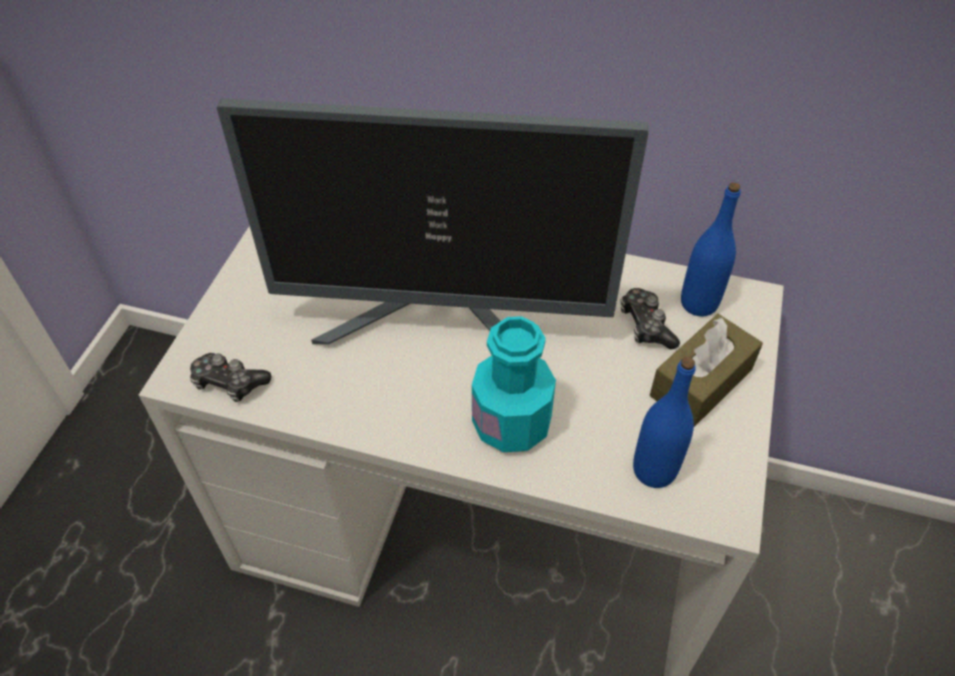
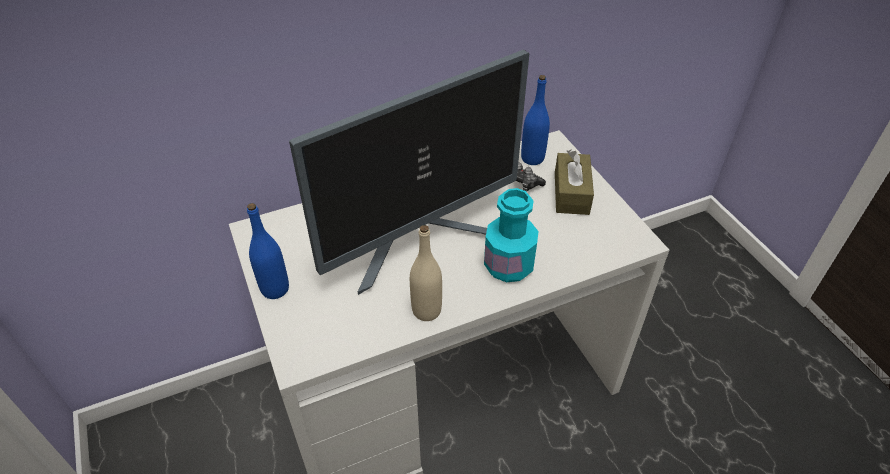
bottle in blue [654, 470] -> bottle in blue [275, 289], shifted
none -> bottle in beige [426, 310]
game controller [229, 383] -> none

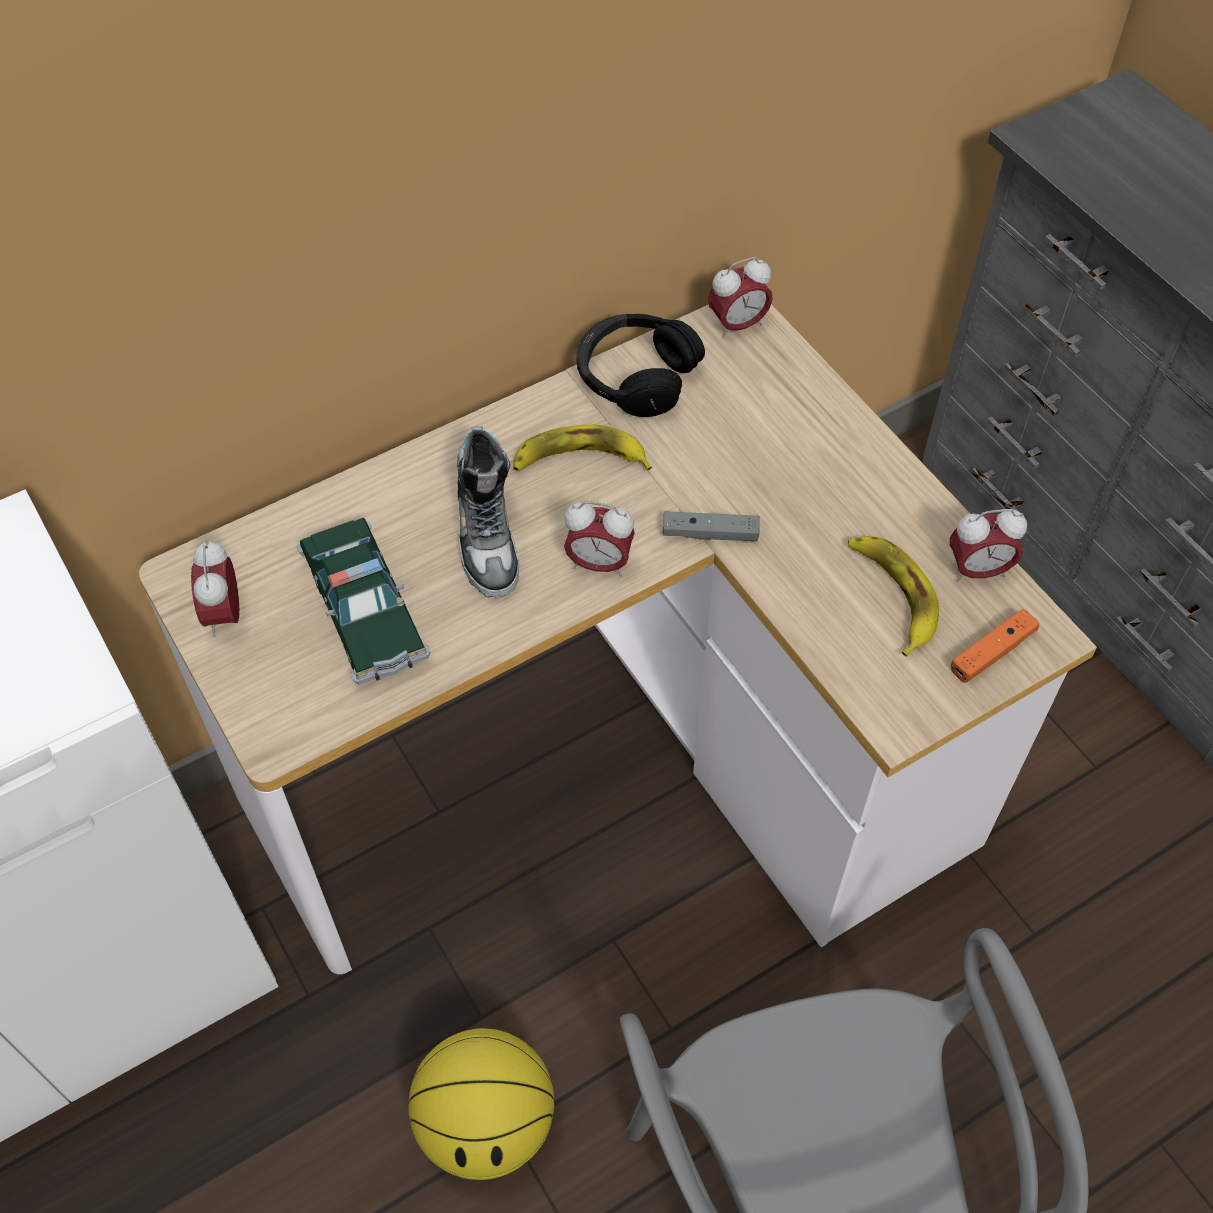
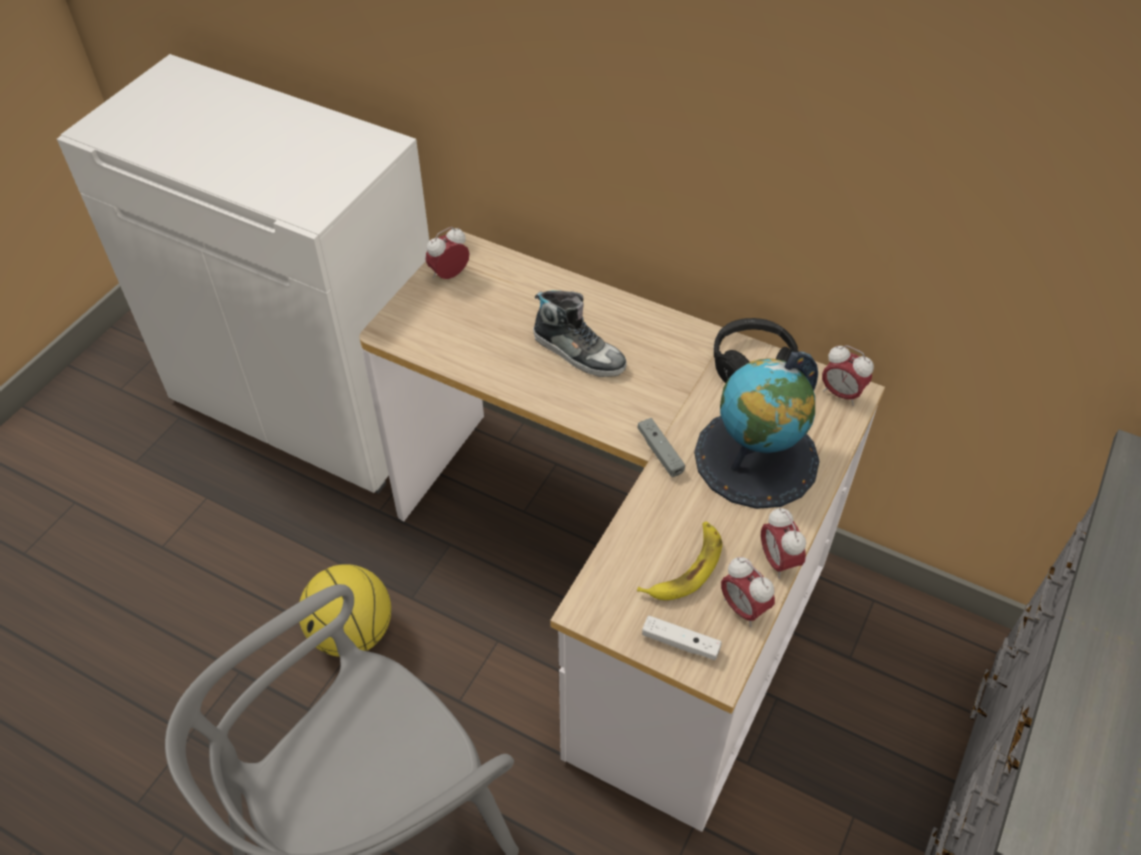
shoe [487, 535] -> shoe [579, 352], 105 degrees counterclockwise
game controller in orange [992, 652] -> game controller in white [680, 643]
none -> globe [756, 458]
alarm clock [599, 564] -> alarm clock [778, 561], shifted
toy car [364, 611] -> none
banana [579, 459] -> none

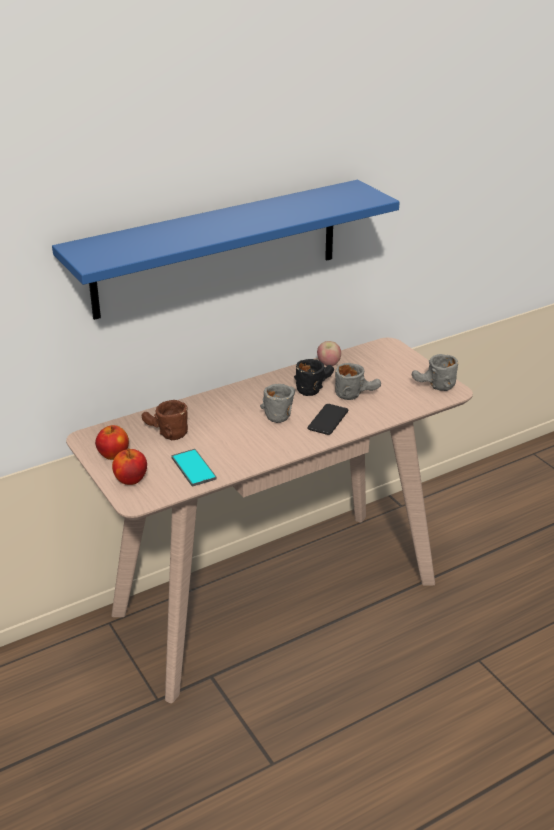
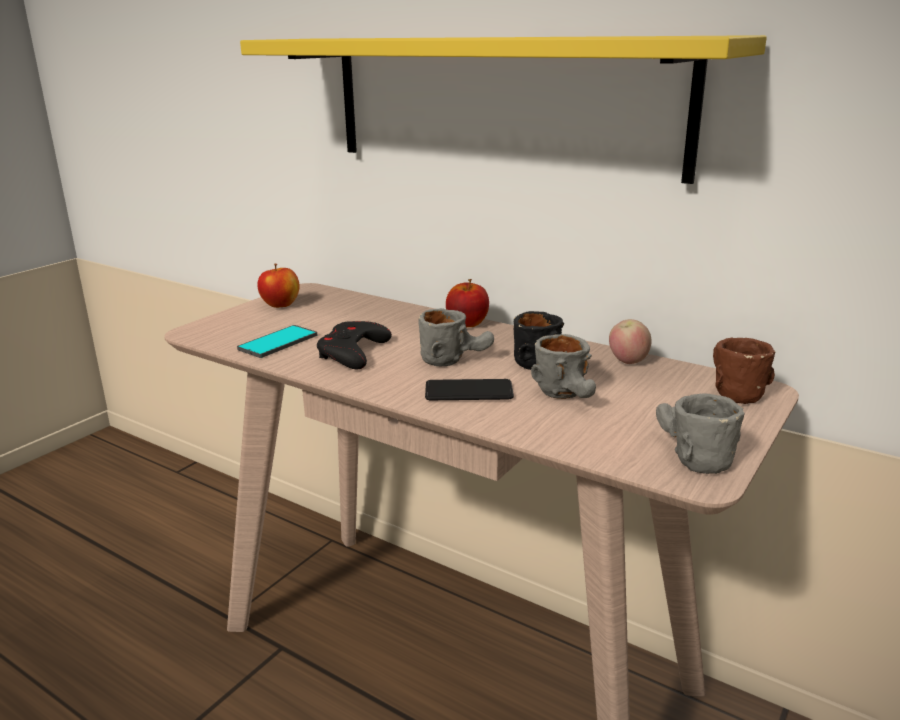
shelf in blue [217, 249] -> shelf in yellow [500, 103]
none -> game controller in black [353, 352]
apple [130, 480] -> apple [467, 324], shifted
mug in brown [164, 433] -> mug in brown [728, 389], shifted

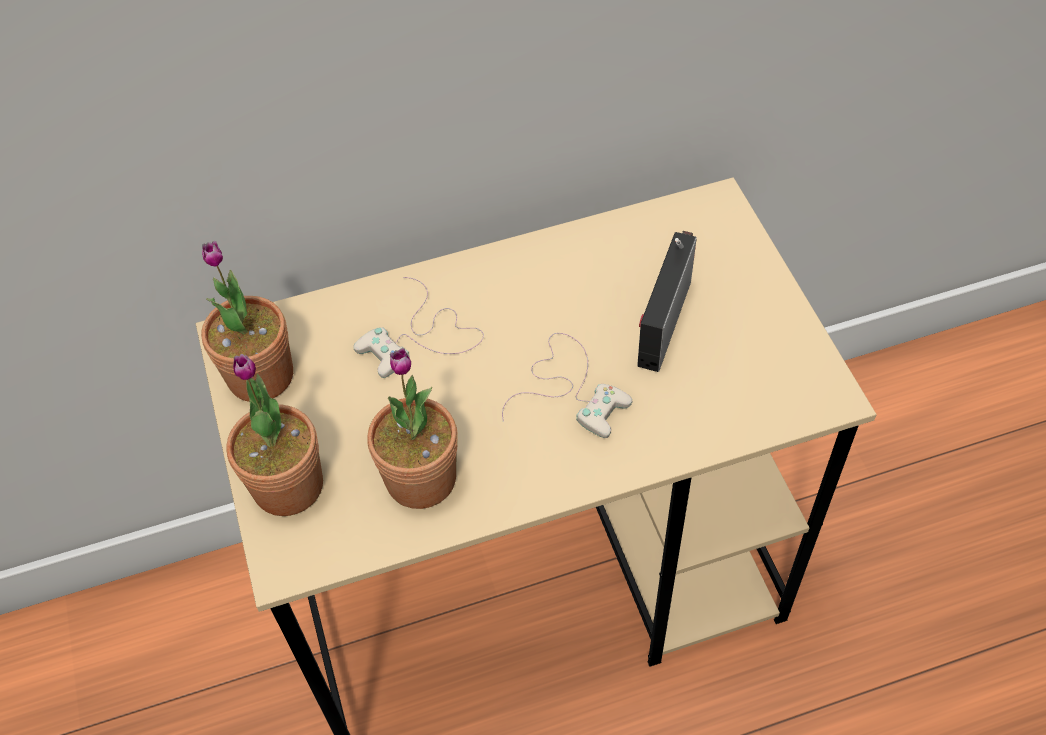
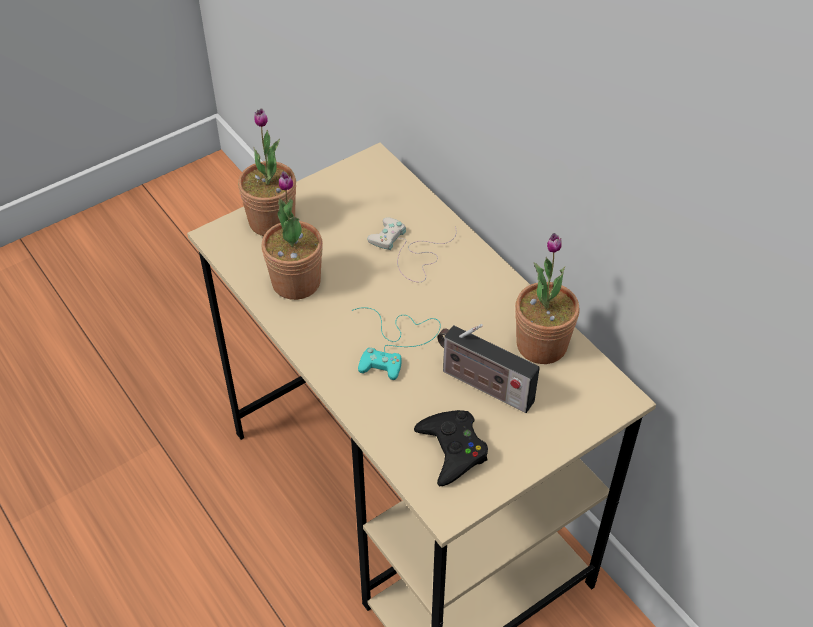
game controller in white [569, 388] -> game controller in turquoise [396, 342]
none -> game controller in black [452, 450]
radio [664, 318] -> radio [482, 385], 150 degrees counterclockwise
potted plant [260, 376] -> potted plant [541, 345], shifted

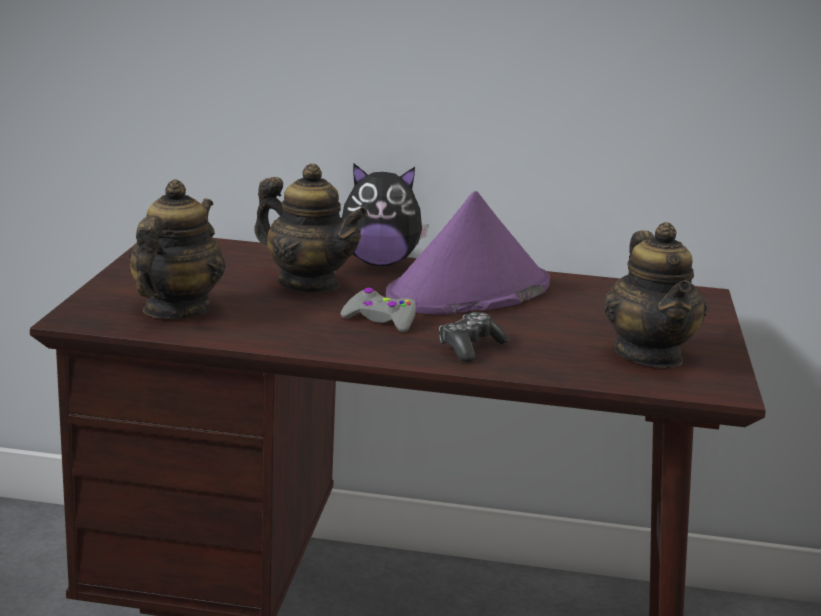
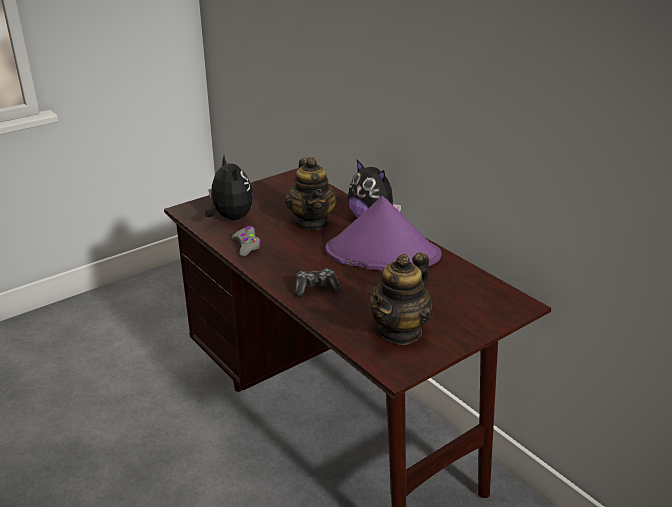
teapot [176, 309] -> plush toy [230, 218]
game controller in grey [380, 320] -> game controller in grey [247, 245], shifted

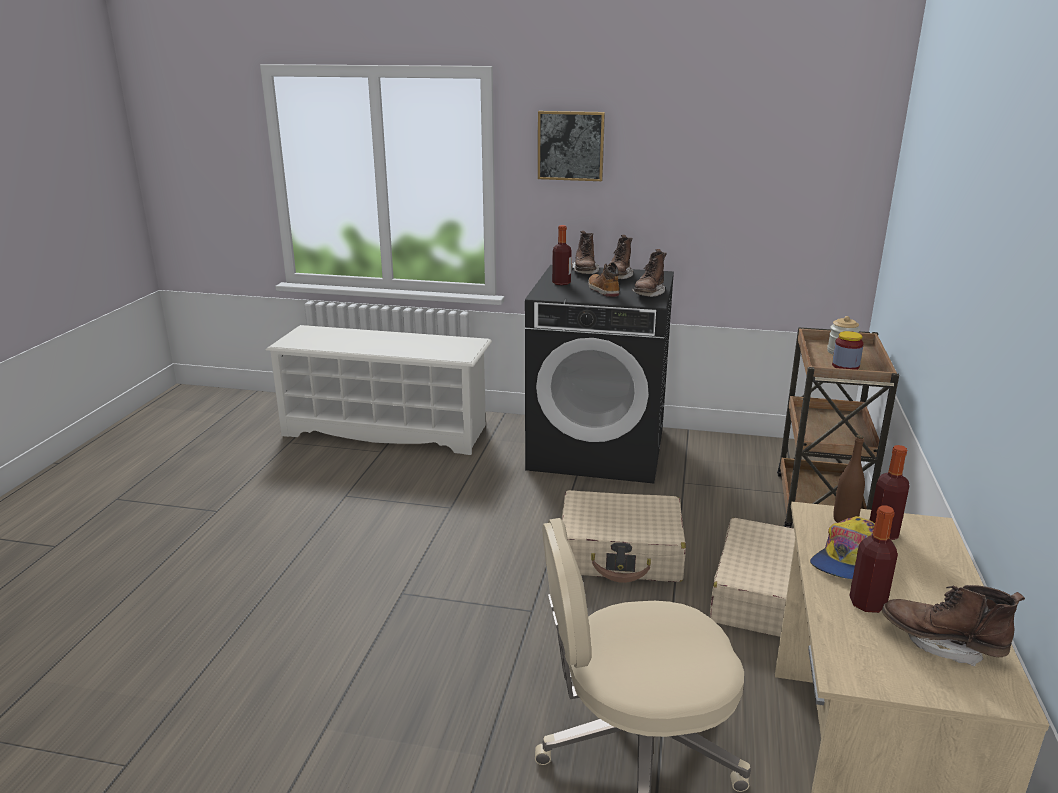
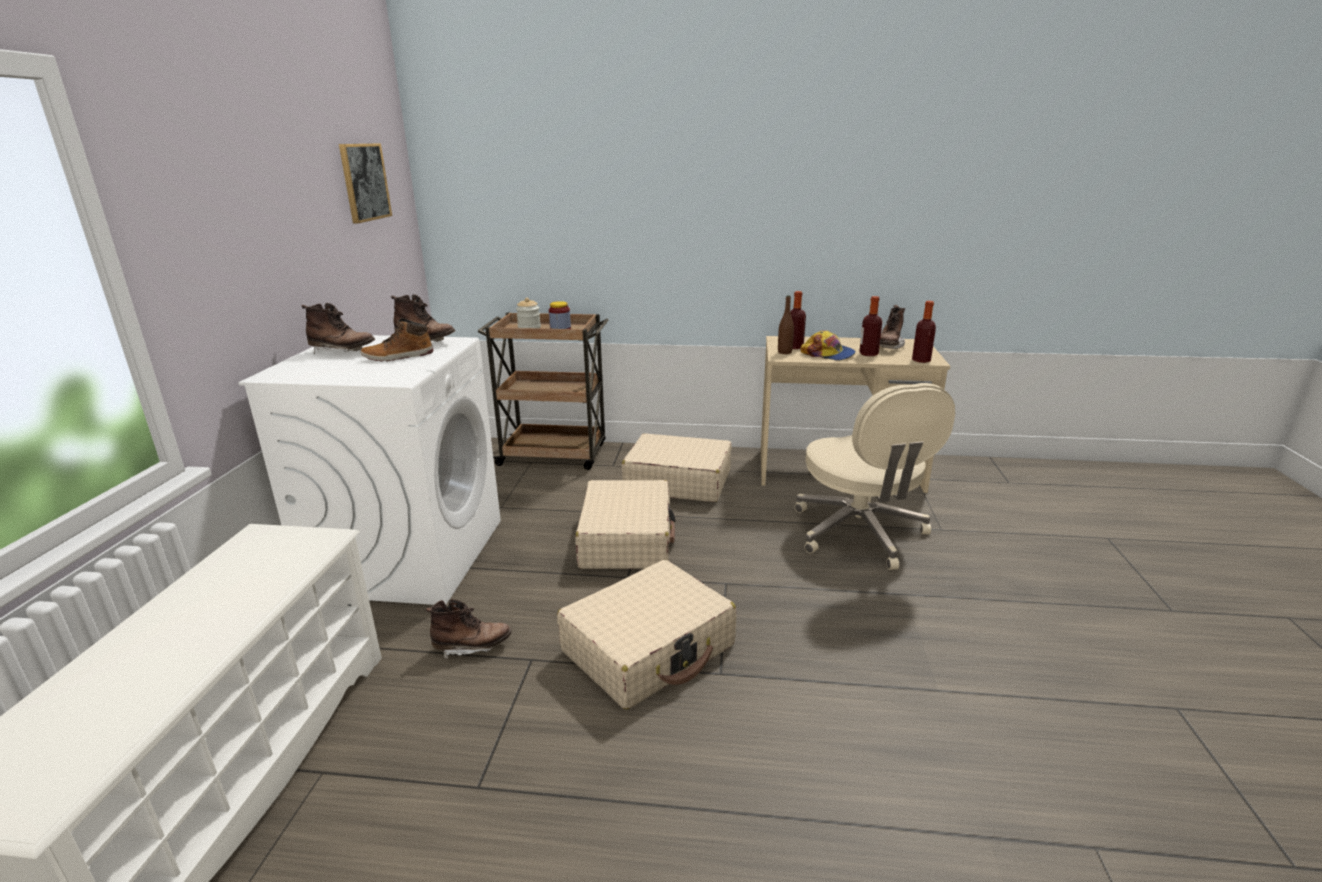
washing machine in black [598, 449] -> washing machine in white [408, 555]
picture [570, 146] -> picture [364, 182], shifted
boot in brown [585, 272] -> boot in brown [472, 647], shifted
none -> suitcase in beige [649, 648]
bottle [561, 283] -> bottle [921, 360], shifted

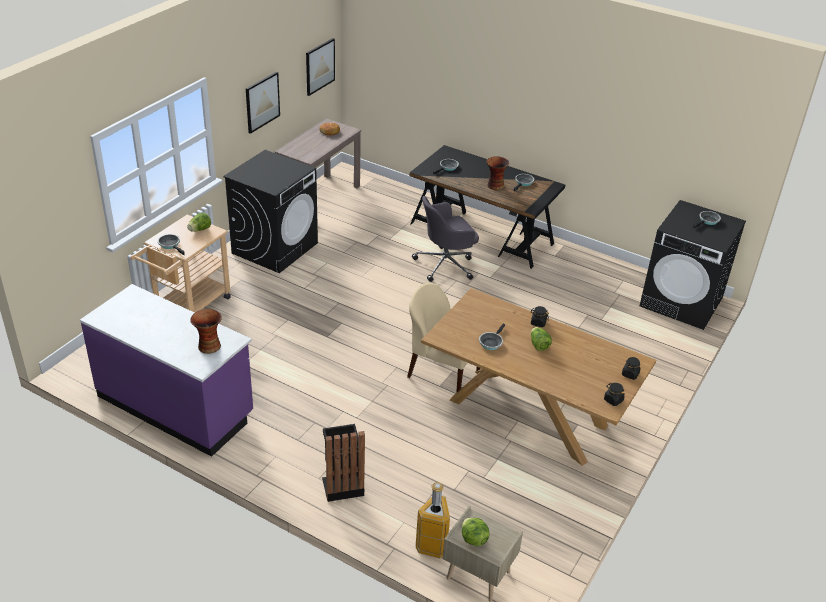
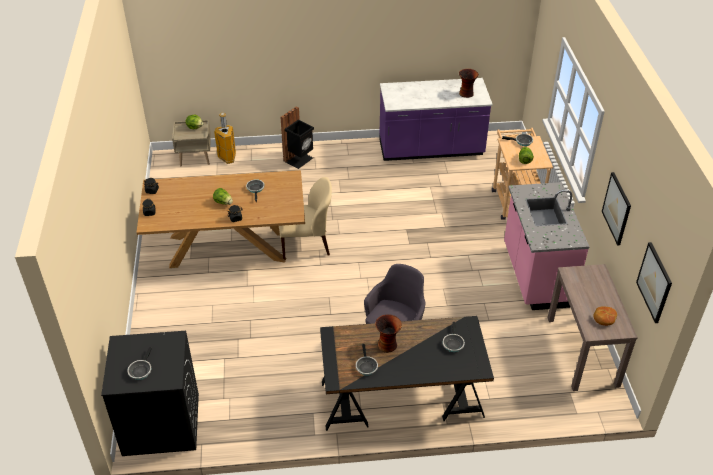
vase [208, 346] -> vase [467, 93], shifted
washing machine in black [275, 248] -> counter in pink [535, 275]

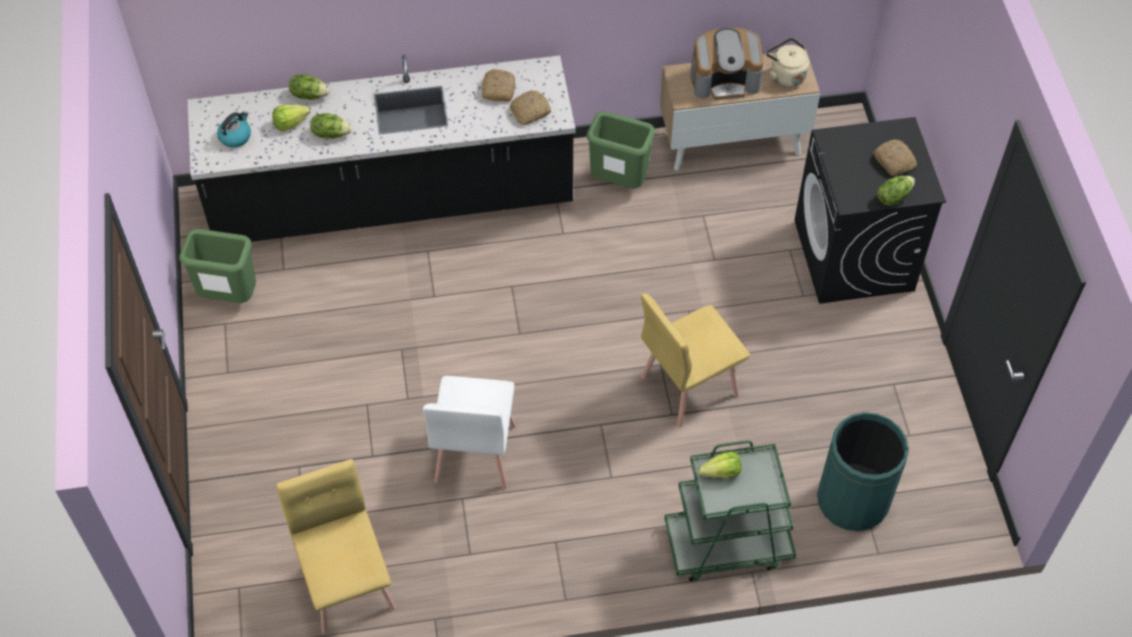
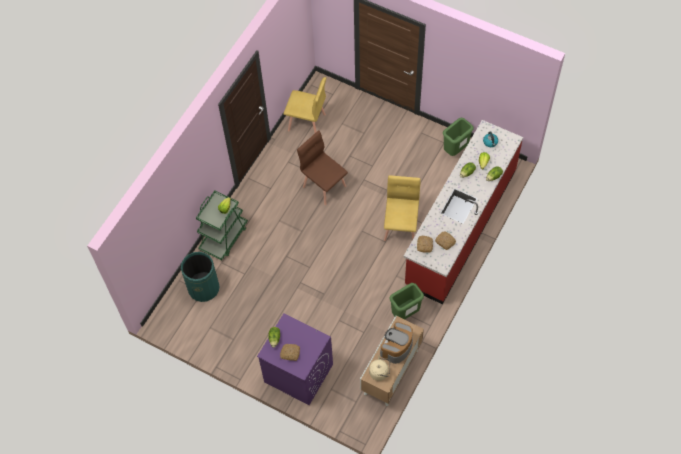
washing machine in black [854, 256] -> washing machine in purple [298, 373]
chair in white [474, 453] -> chair in brown [324, 186]
chair in yellow [688, 385] -> chair in yellow [401, 227], shifted
counter in black [392, 201] -> counter in red [460, 227]

